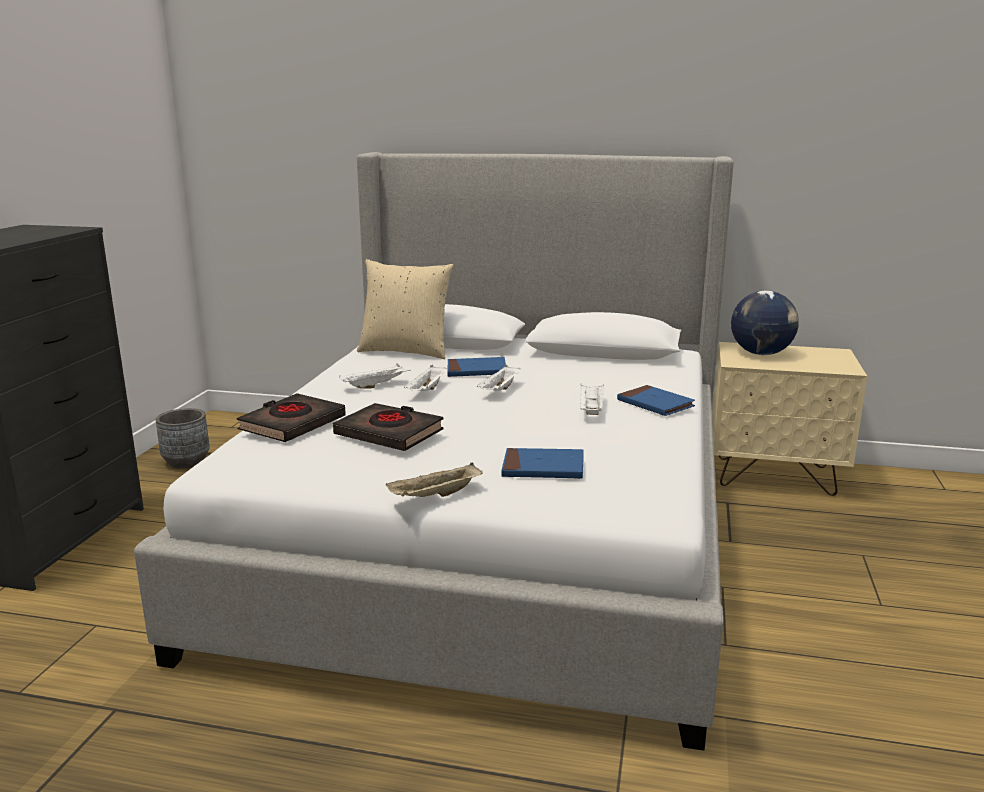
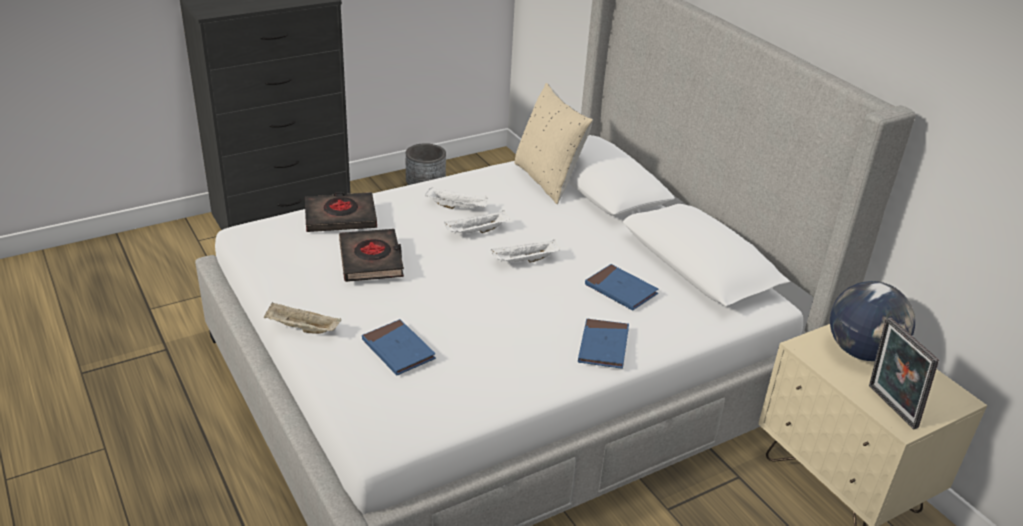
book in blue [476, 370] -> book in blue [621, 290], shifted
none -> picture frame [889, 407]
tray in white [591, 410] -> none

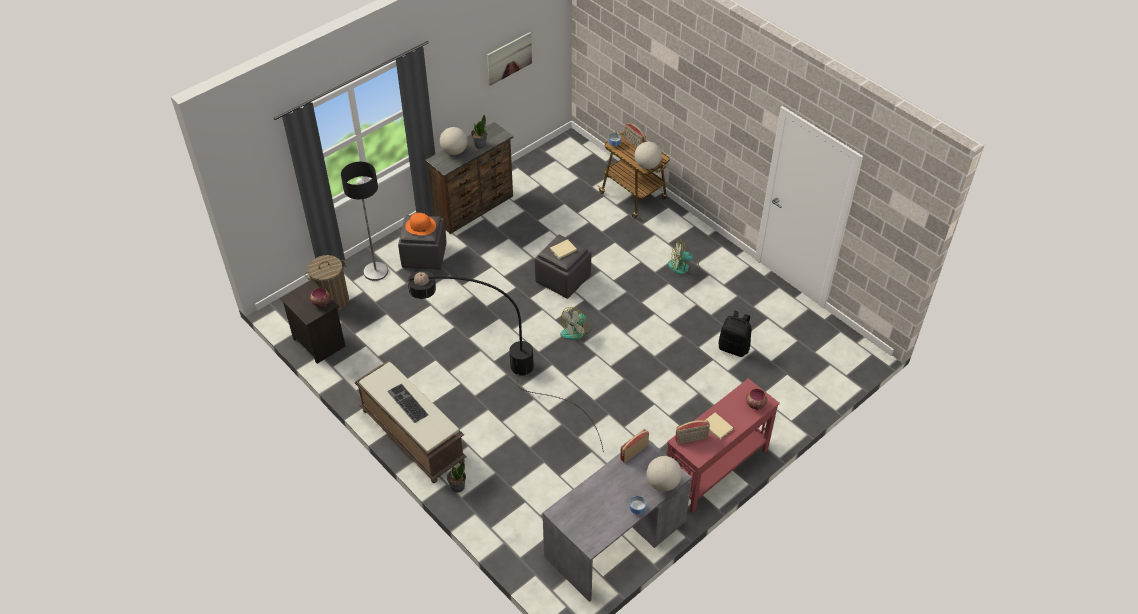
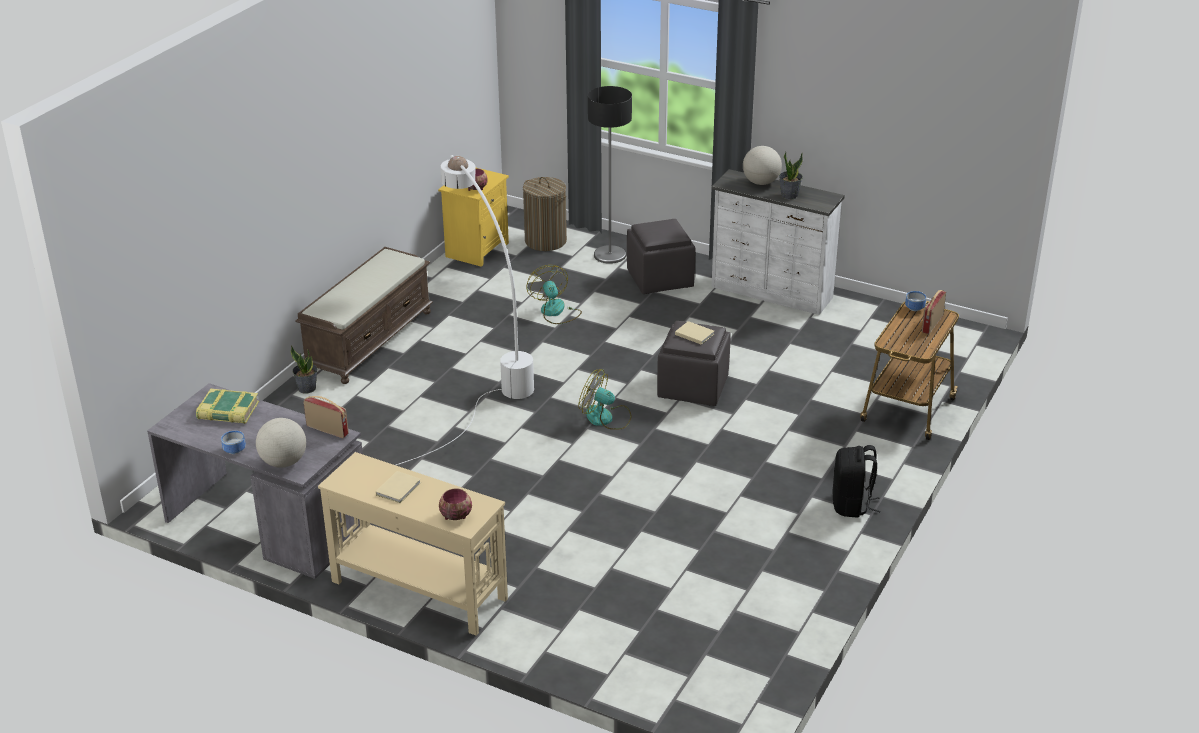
none -> book [228, 411]
console table in red [715, 468] -> console table in beige [418, 589]
floor lamp in black [495, 380] -> floor lamp in white [484, 376]
nightstand in black [318, 342] -> nightstand in yellow [476, 249]
fan [683, 267] -> fan [555, 312], shifted
dresser in brown [475, 208] -> dresser in white [771, 293]
backpack in black [734, 347] -> backpack in black [852, 505], shifted
keyboard [406, 403] -> none
hat in orange [420, 226] -> none
picture [509, 58] -> none
globe [647, 165] -> none
radio [691, 439] -> none

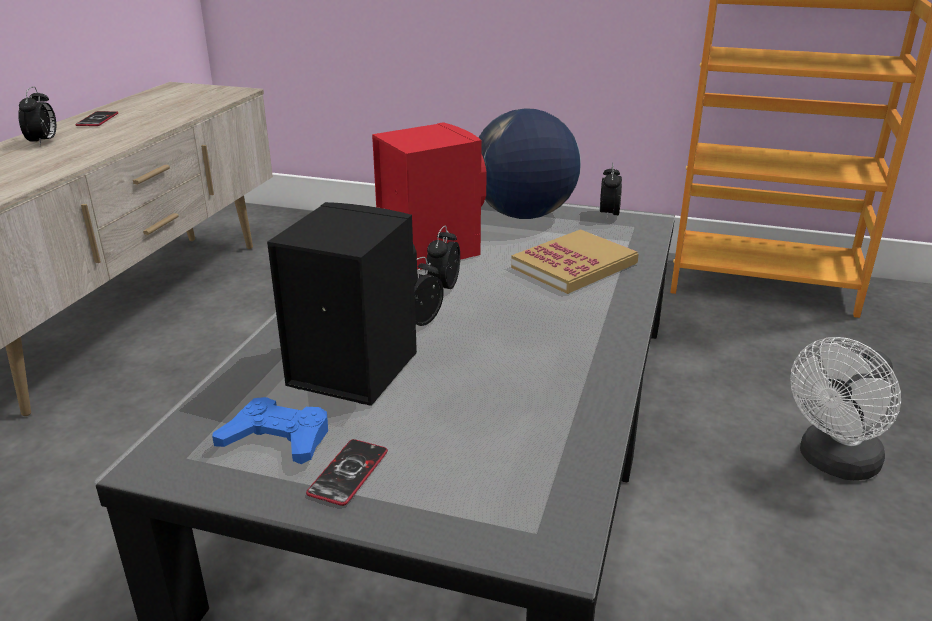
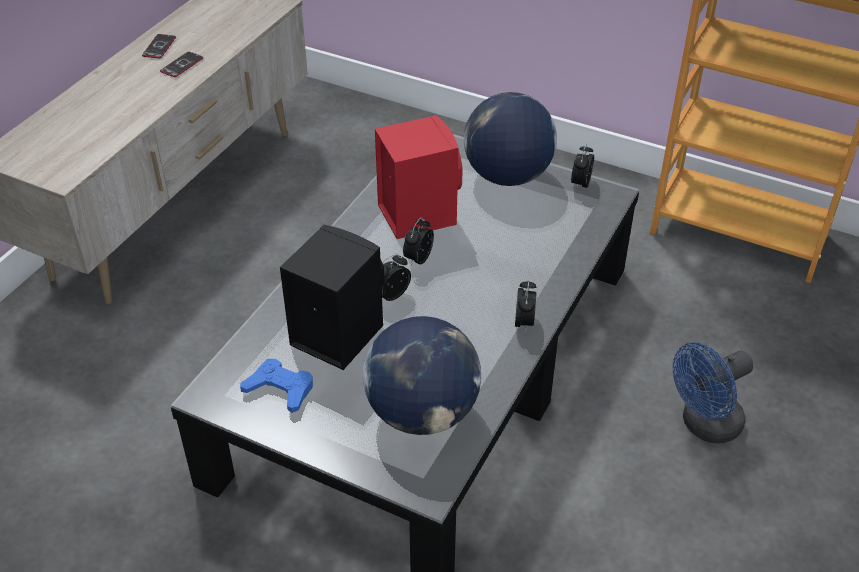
phone [348, 473] -> phone [182, 65], shifted
none -> globe [422, 413]
alarm clock [43, 142] -> alarm clock [524, 323], shifted
fan in white [833, 463] -> fan in blue [704, 426]
book [574, 266] -> none

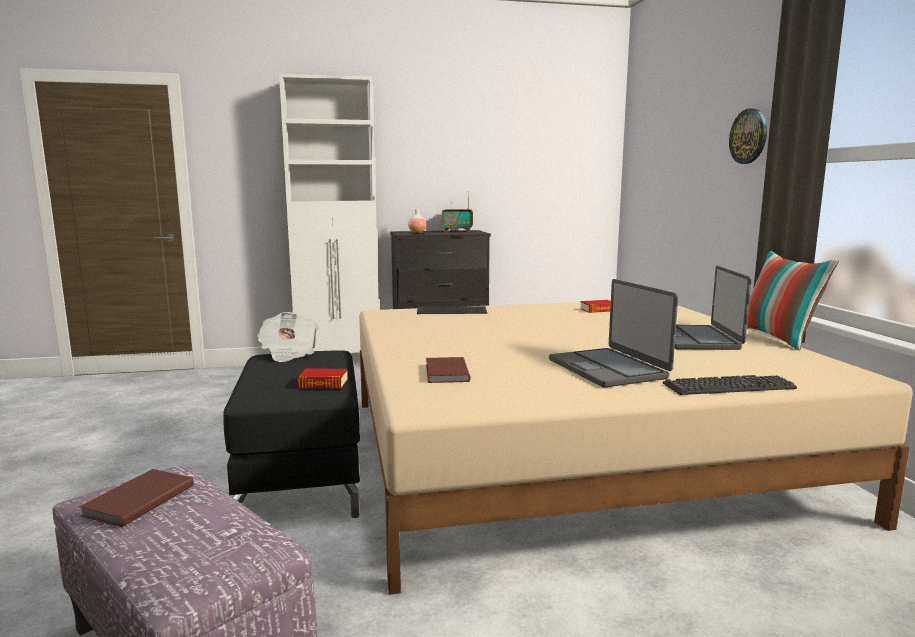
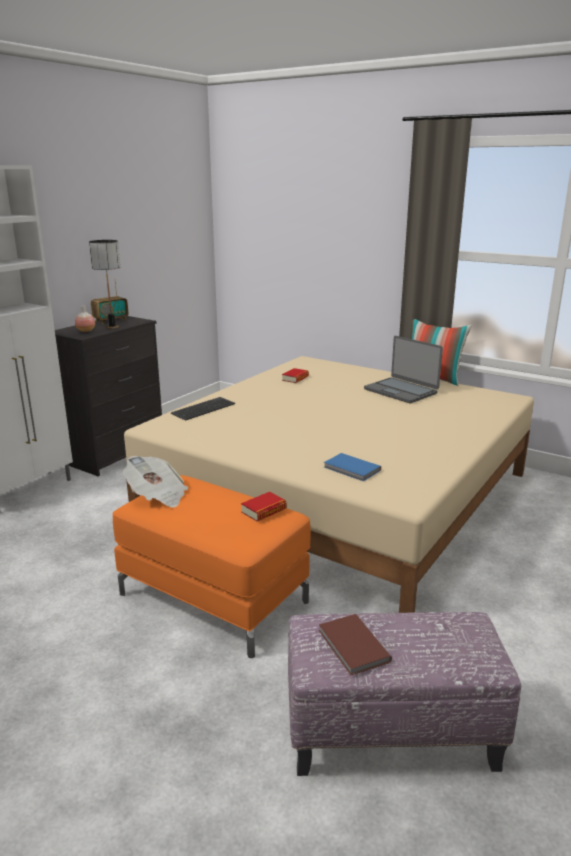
none -> table lamp [112, 327]
ottoman in black [302, 477] -> ottoman in orange [215, 598]
book in brown [445, 373] -> book in blue [351, 469]
laptop [608, 369] -> none
keyboard [728, 386] -> none
wall clock [749, 136] -> none

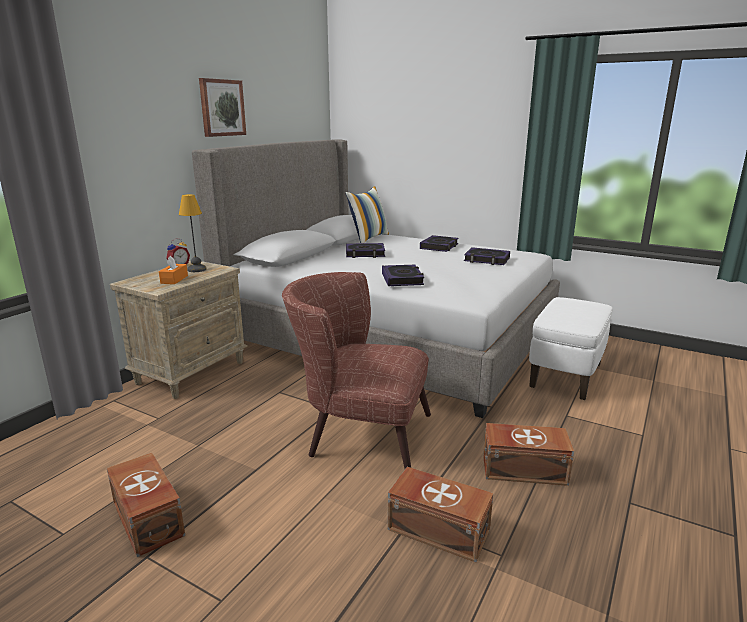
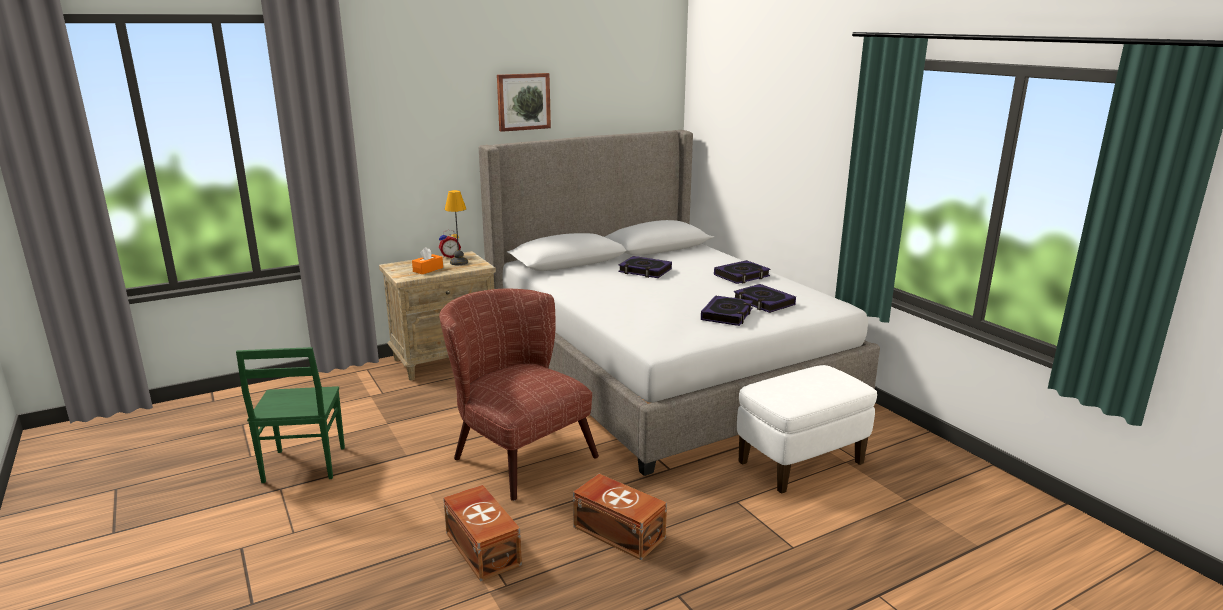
storage box in brown [147, 520] -> chair in green [303, 465]
book [402, 279] -> book [727, 315], shifted
pillow [368, 238] -> none

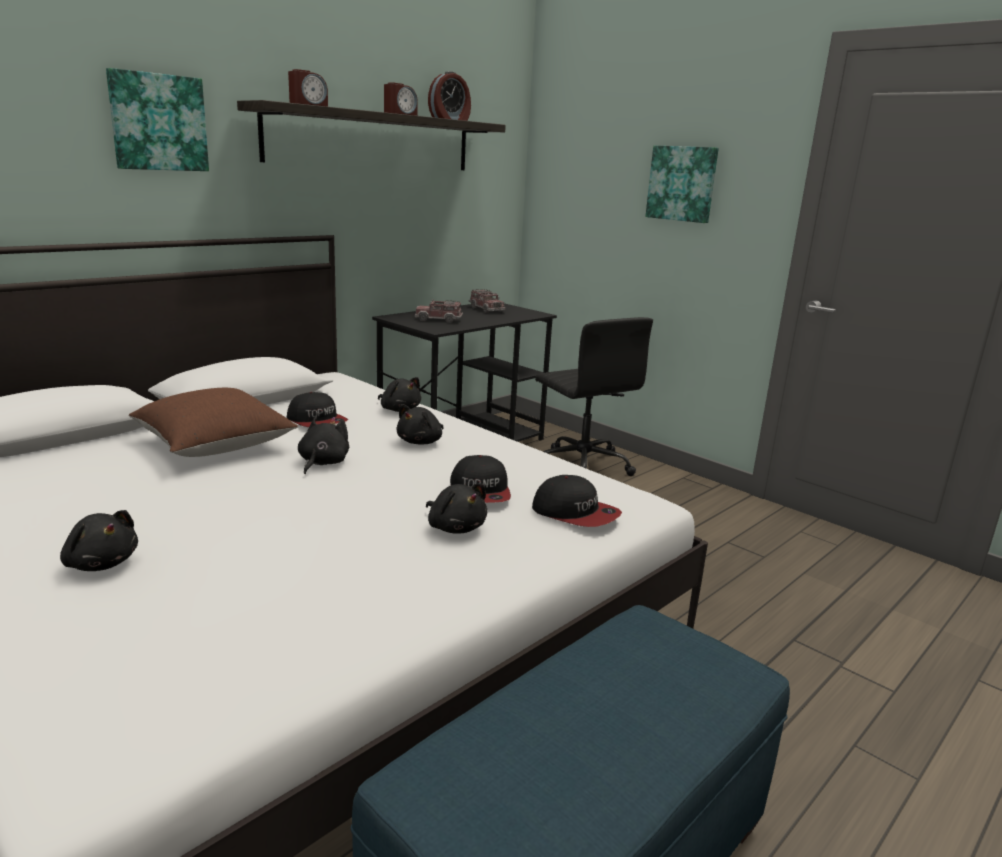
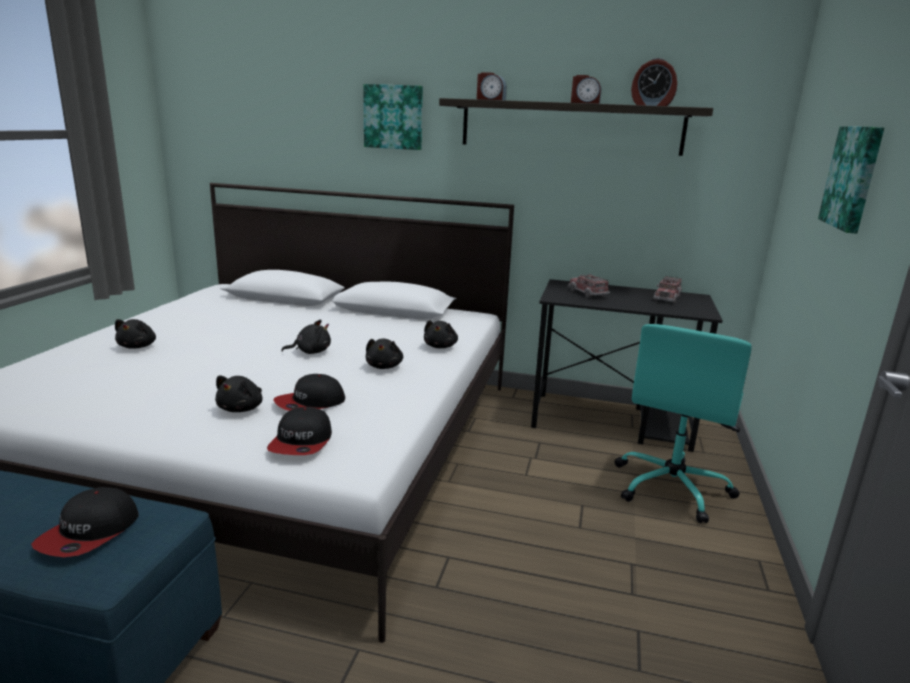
cap [317, 421] -> cap [90, 533], shifted
plush toy in black [421, 442] -> plush toy in black [384, 366], 90 degrees counterclockwise
office chair in black [581, 465] -> office chair in turquoise [672, 487]
pillow in brown [215, 446] -> none

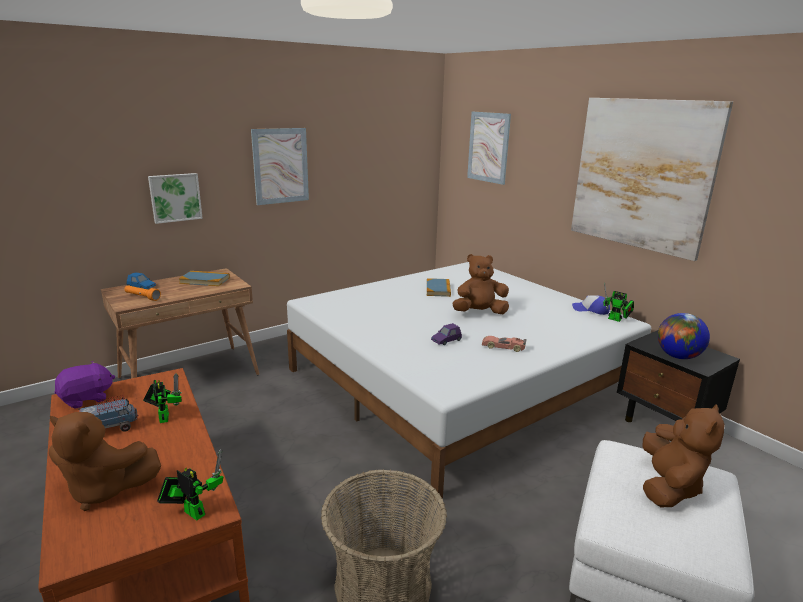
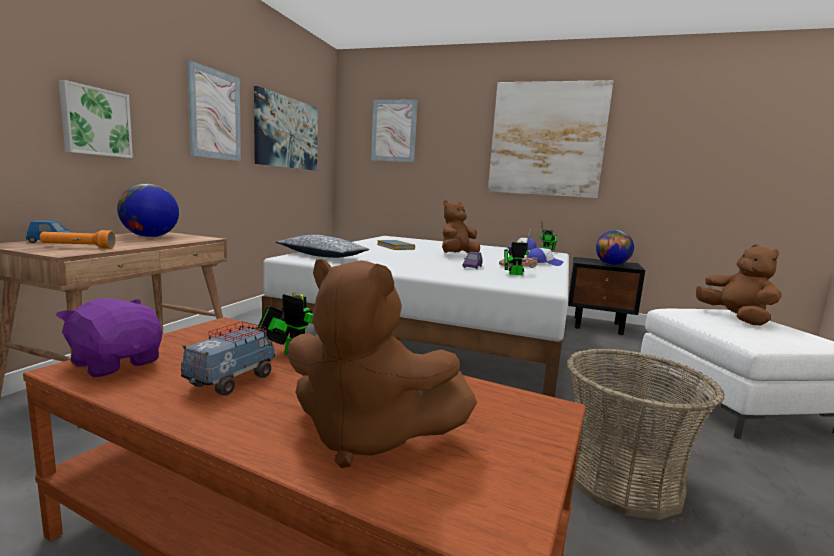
plush toy in purple [87, 398] -> plush toy in purple [117, 363], 75 degrees counterclockwise
book [205, 280] -> globe [150, 237]
none -> picture [287, 133]
none -> pillow [322, 256]
plush toy in brown [104, 490] -> plush toy in brown [367, 436], 45 degrees clockwise
toy robot [192, 511] -> toy robot [513, 274], shifted
none -> cap [543, 263]

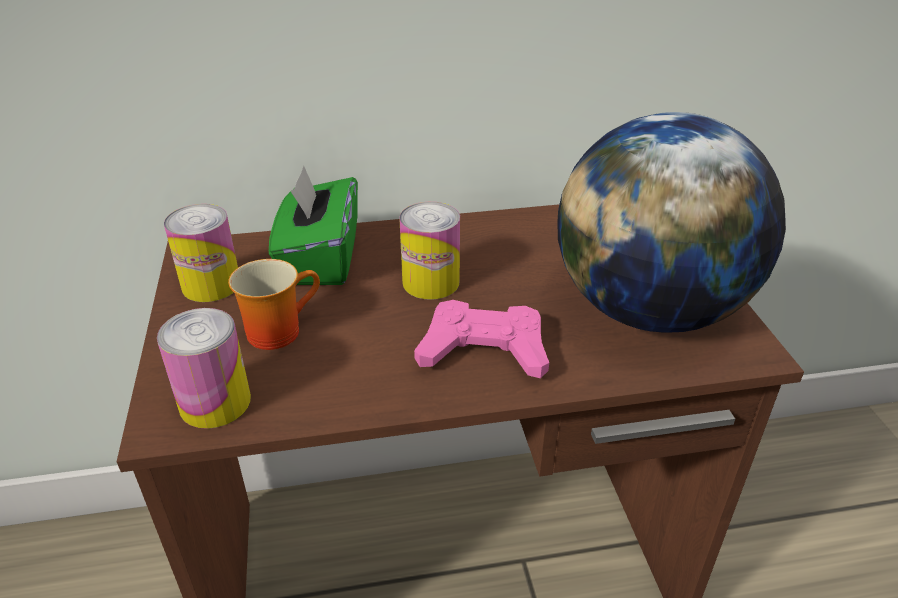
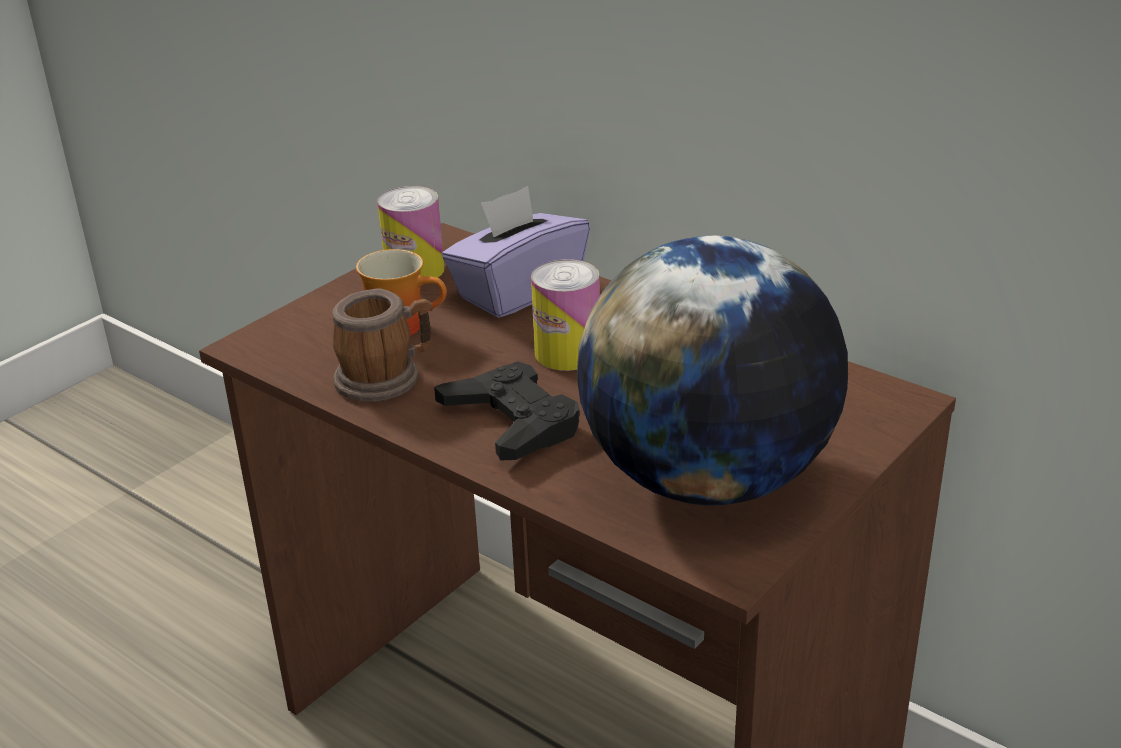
none -> mug [386, 377]
game controller in pink [484, 349] -> game controller in black [512, 422]
tissue box in green [320, 259] -> tissue box in purple [517, 291]
can [215, 402] -> none

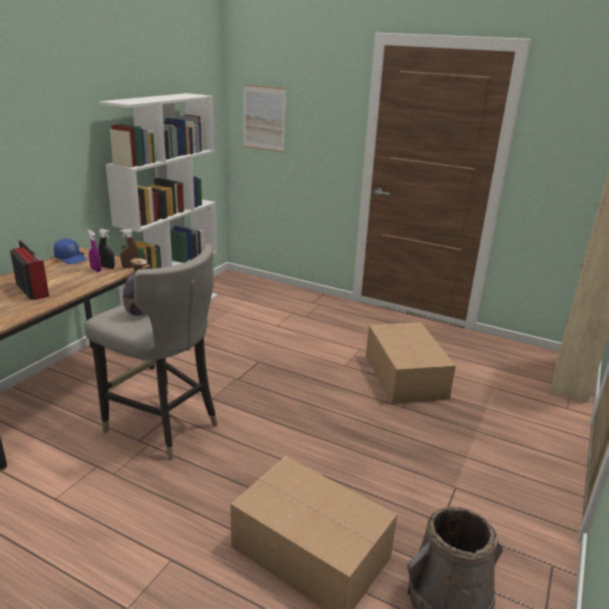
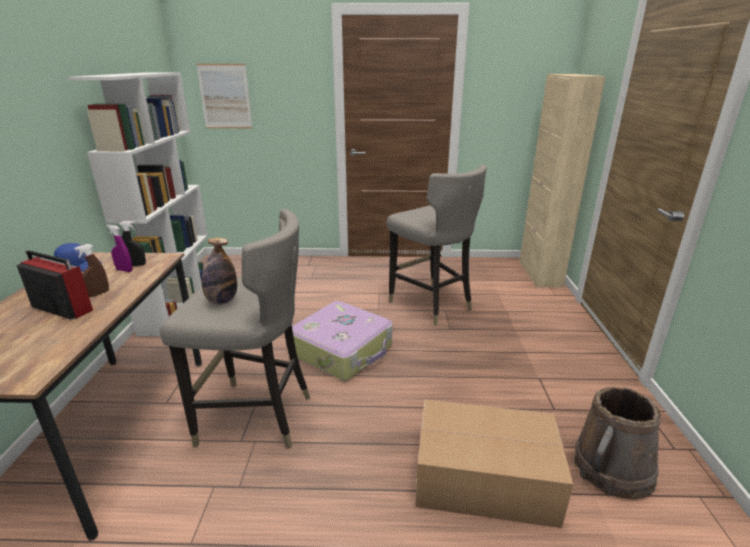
spray bottle in brown [130, 267] -> spray bottle in brown [98, 294], shifted
none -> suitcase [342, 350]
cardboard box [405, 377] -> stool in grey [431, 305]

